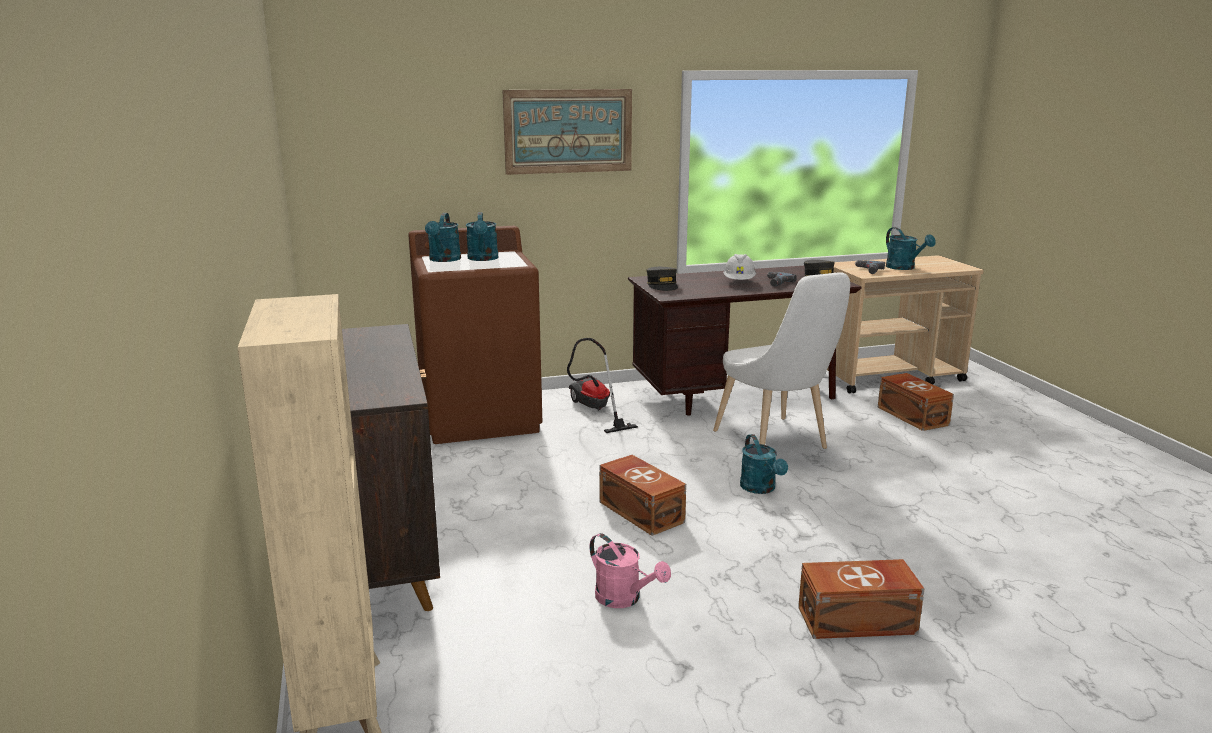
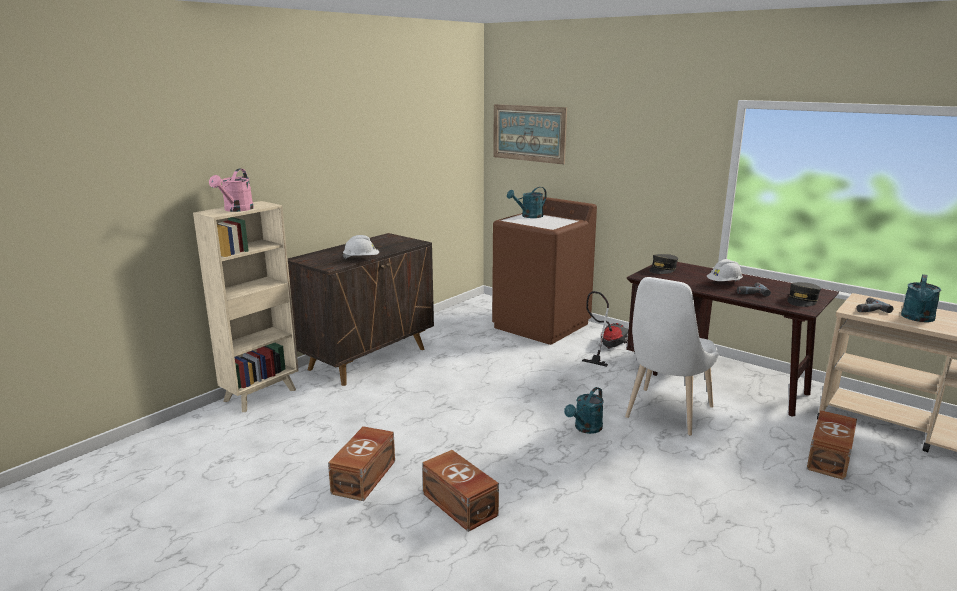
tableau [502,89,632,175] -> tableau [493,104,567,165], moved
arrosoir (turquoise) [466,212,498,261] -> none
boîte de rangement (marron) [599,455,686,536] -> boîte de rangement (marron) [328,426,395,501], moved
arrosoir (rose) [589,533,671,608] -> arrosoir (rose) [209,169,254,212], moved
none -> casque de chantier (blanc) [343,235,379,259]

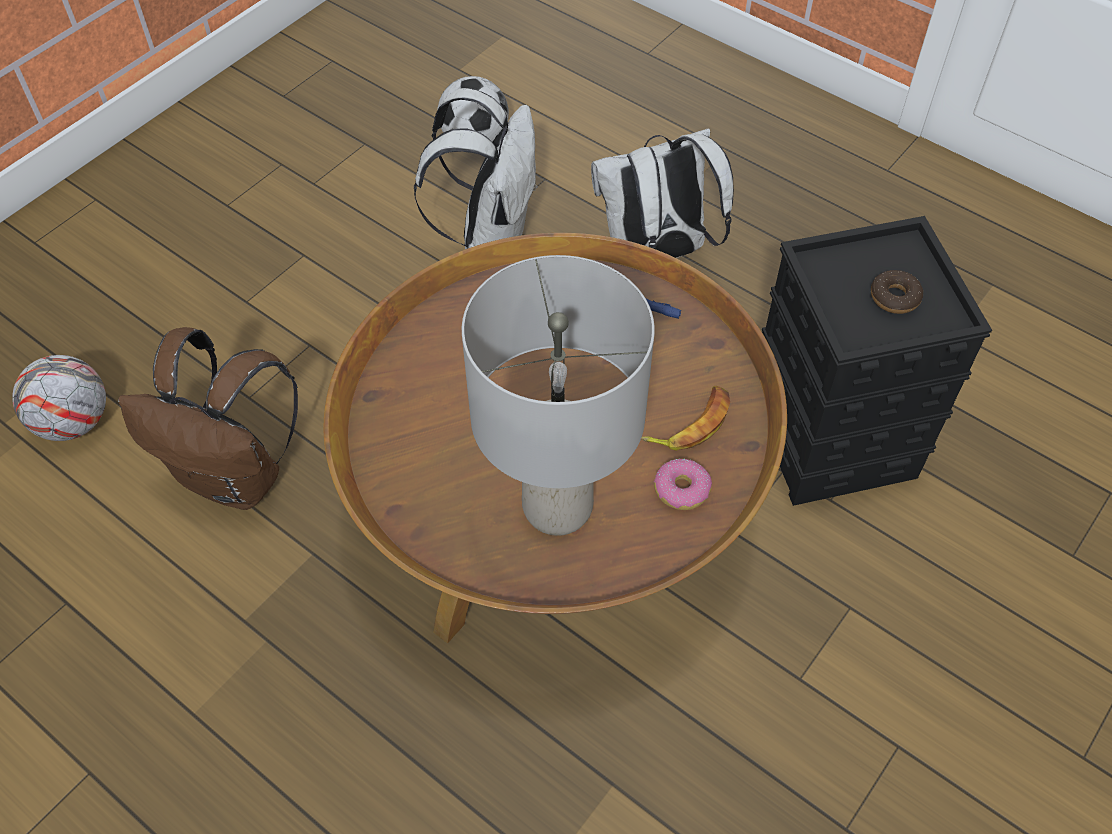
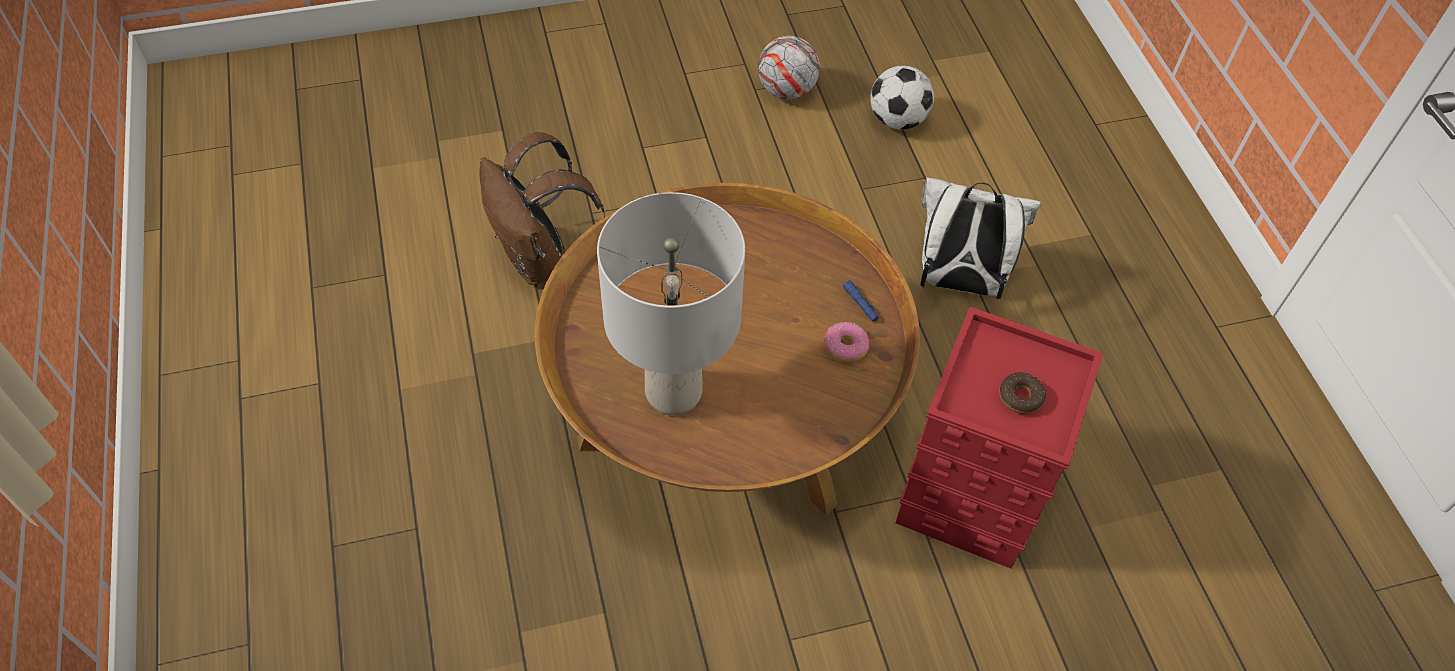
sac à dos (blanc) [414,88,537,249] -> none
boîte de rangement (noir) [762,216,992,506] -> boîte de rangement (rouge) [896,307,1103,569]
ballon de foot [12,355,106,441] -> ballon de foot [758,36,820,99], moved
banane [641,386,730,451] -> none
beignet [654,458,712,510] -> beignet [824,322,869,362], moved

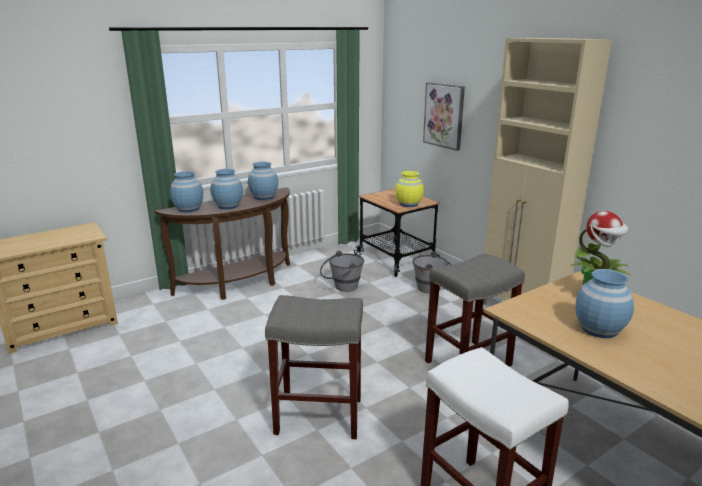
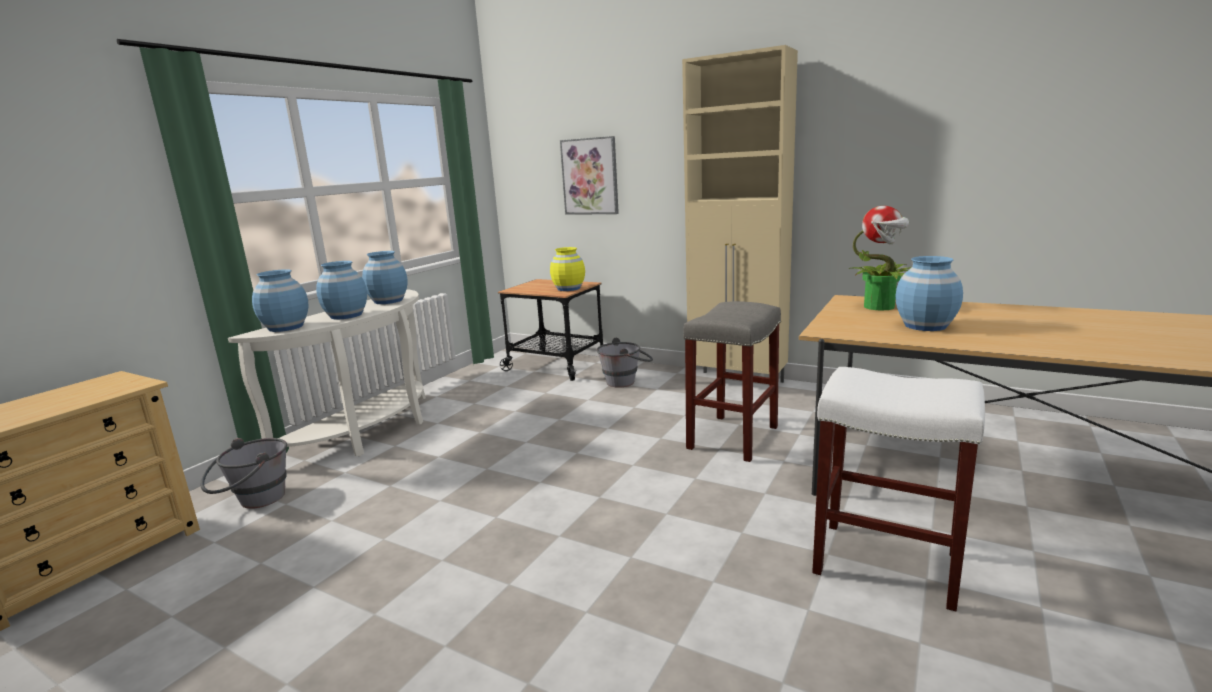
table console (marron) [155,187,290,300] -> table console (blanc) [228,289,426,457]
seau (gris) [320,251,364,292] -> seau (gris) [200,438,287,509], moved
tabouret (gris) [265,295,363,439] -> none

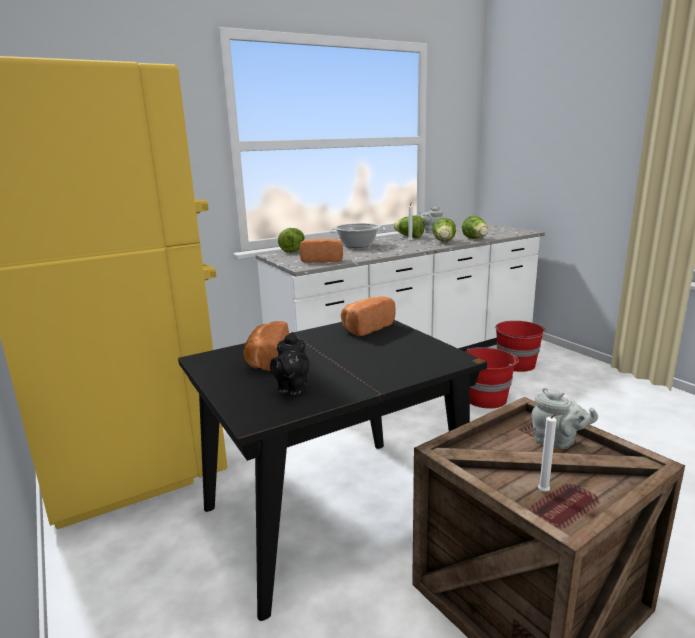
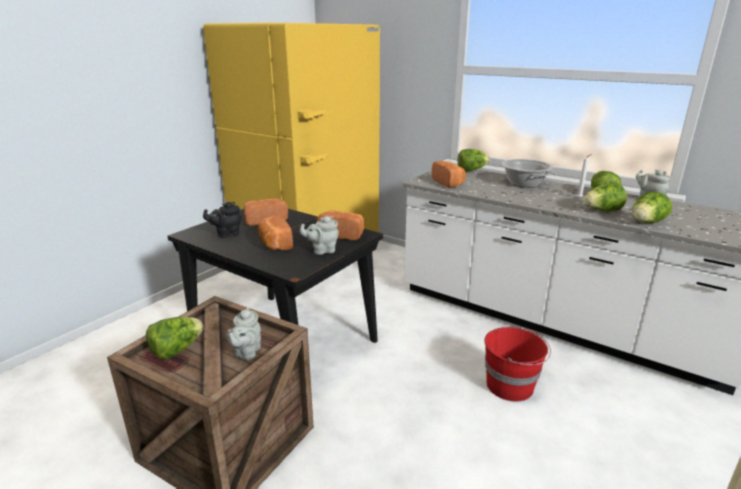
seau (rouge) [496,321,546,372] -> none
bougie (blanc) [538,414,561,492] -> laitue [146,317,203,360]
none -> pain [258,215,293,250]
none -> théière (gris) [300,216,339,255]

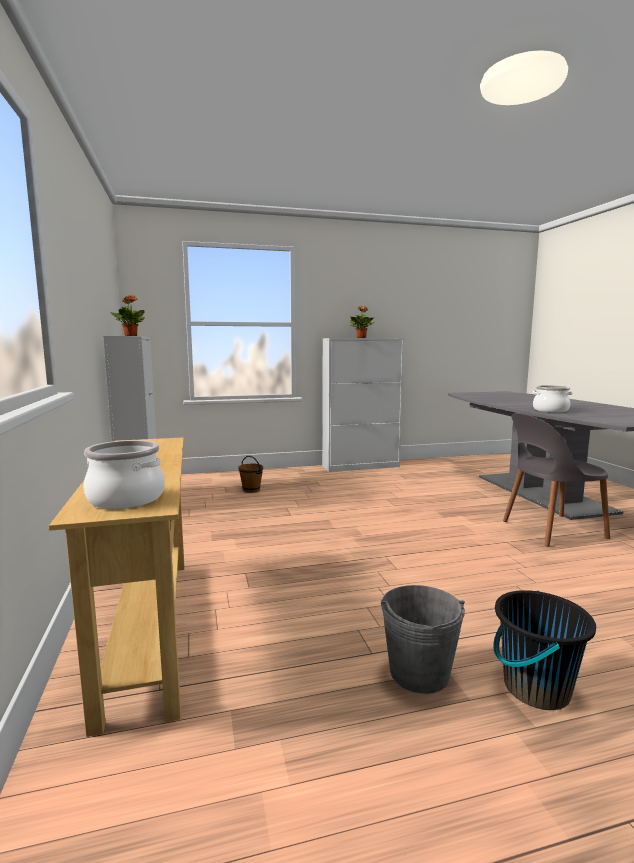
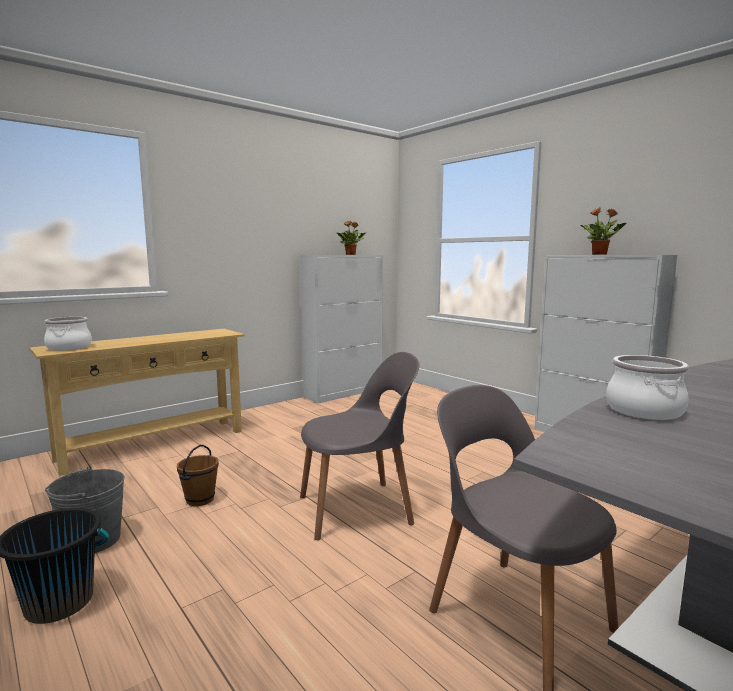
seau (marron) [239,456,263,493] -> seau (marron) [177,445,219,506], moved
none -> chaise (gris) [300,352,419,540]

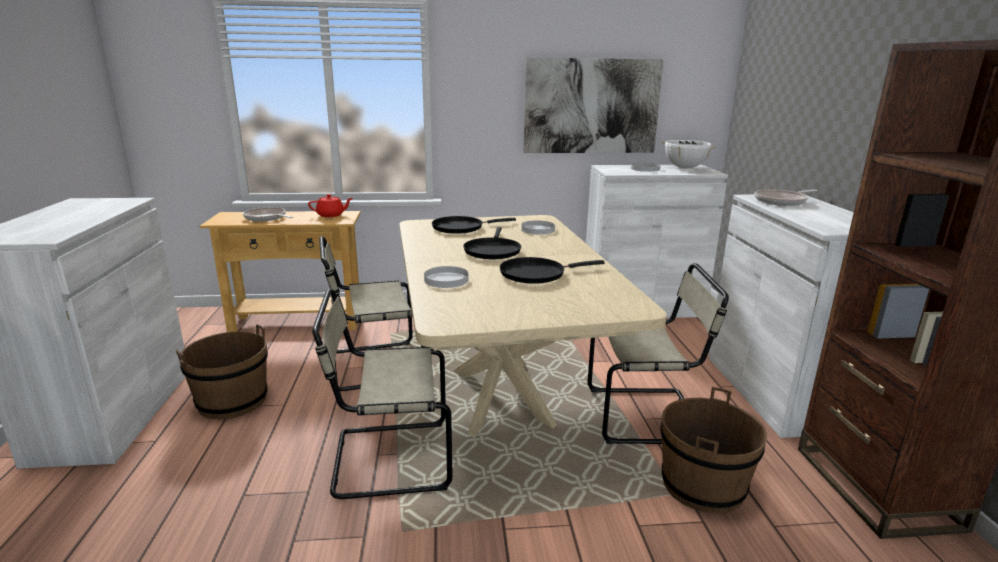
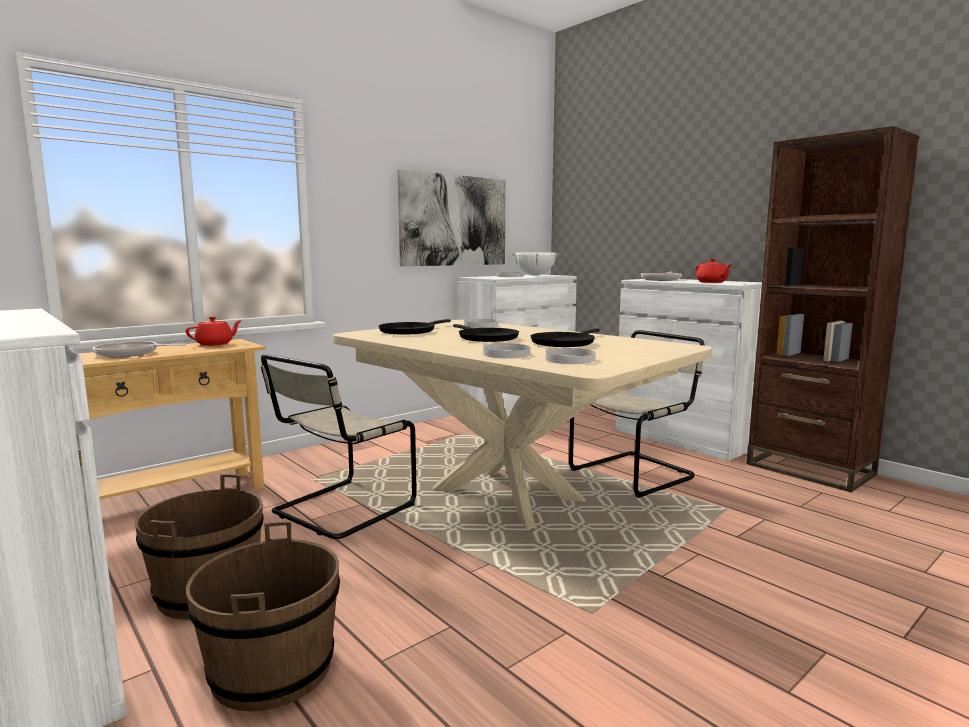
chaise (beige) [312,289,453,499] -> none
seau (marron) [661,387,767,513] -> seau (marron) [186,522,340,712], moved
none -> théière (rouge) [696,259,733,283]
none -> assiette (blanc) [546,348,596,364]

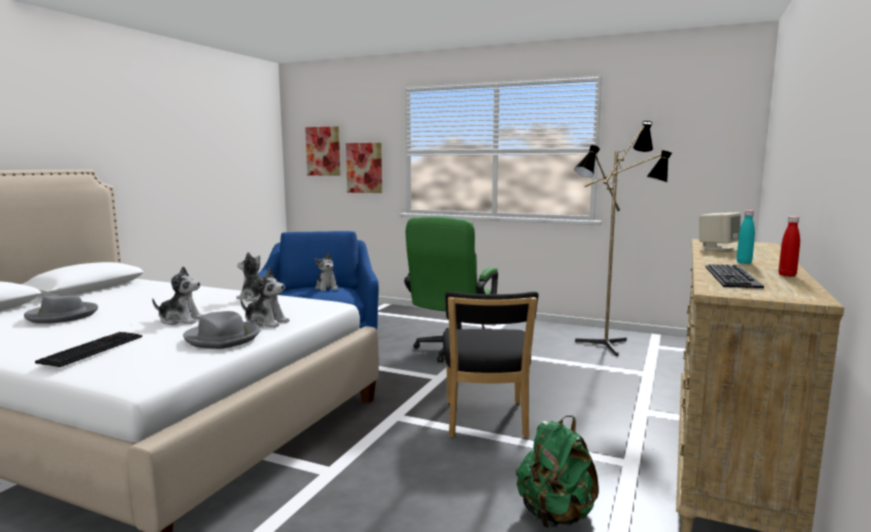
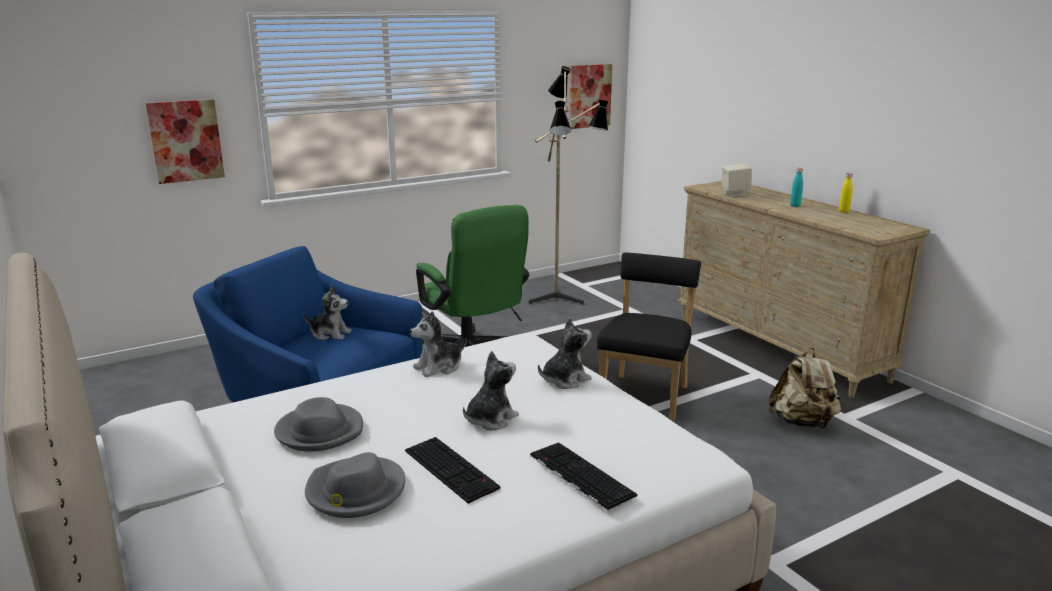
tableau [305,126,341,176] -> tableau [569,64,612,129], moved
bouteille (rouge) [779,216,800,277] -> bouteille (jaune) [839,173,853,213]
clavier [706,264,764,289] -> clavier [405,437,500,504], moved
chaise (noir) [443,292,538,438] -> chaise (noir) [597,253,701,422], 105 degrees counterclockwise
chapeau (gris) [183,311,260,349] -> chapeau (gris) [274,397,363,451], moved
sac à dos (vert) [516,416,599,528] -> sac à dos (beige) [769,347,841,429]

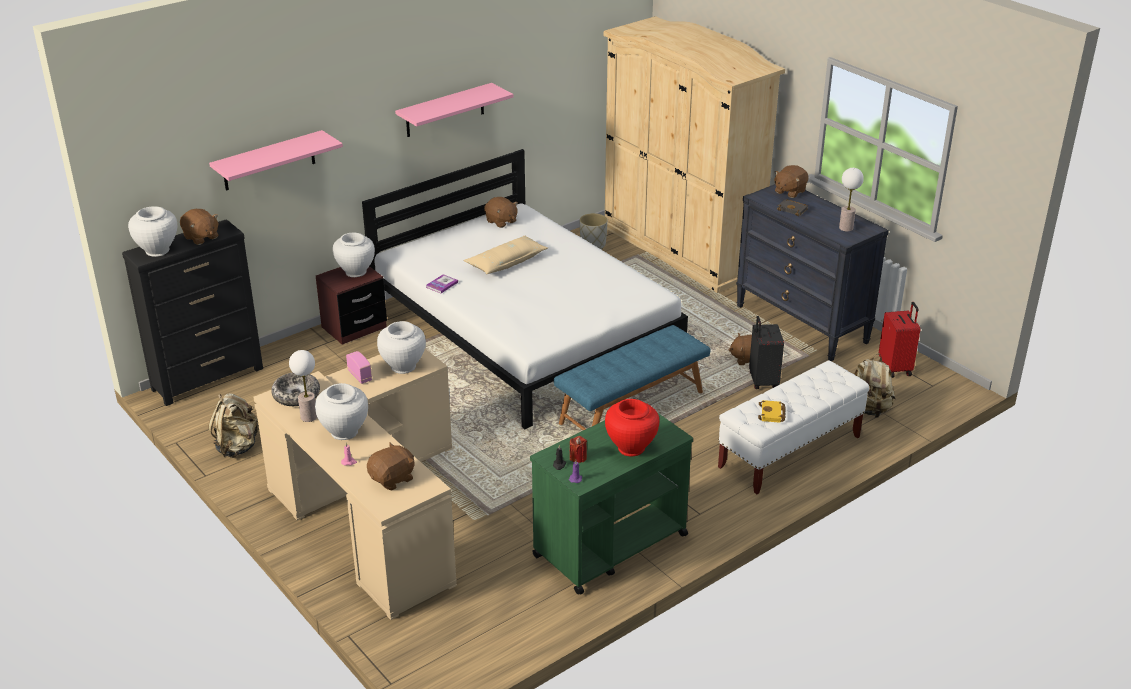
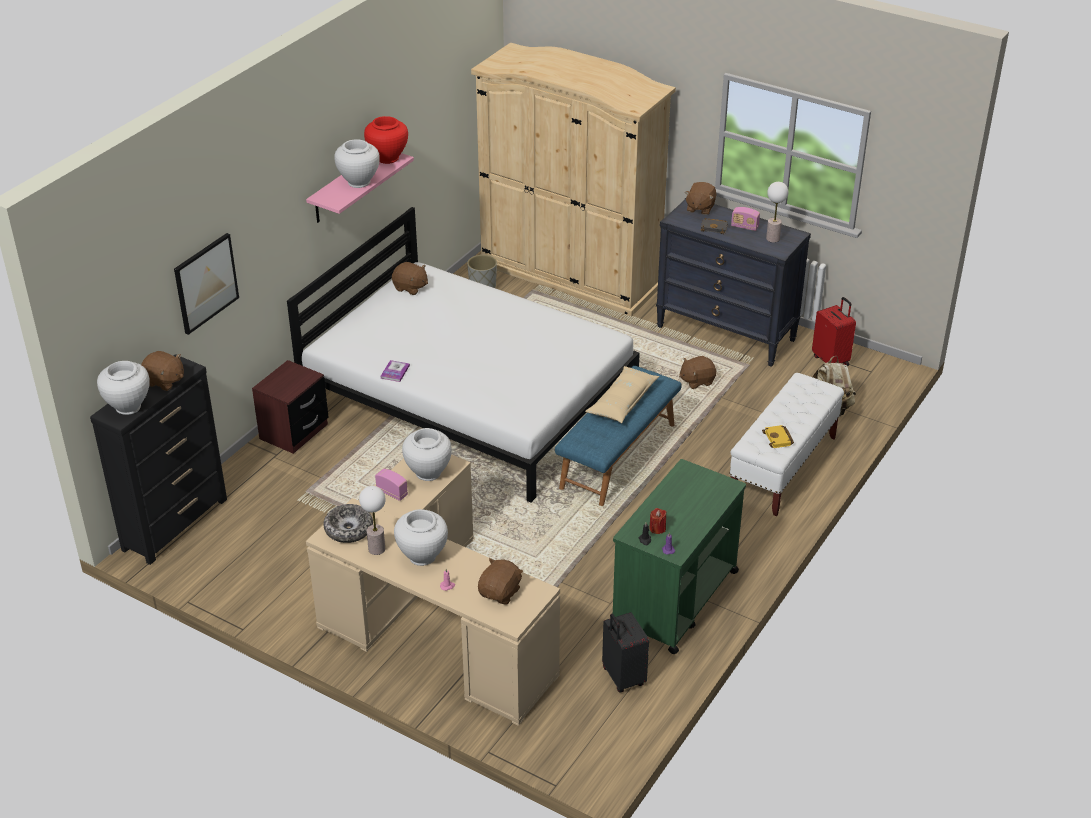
étagère (rose) [209,130,343,191] -> tableau [174,233,239,335]
vase (blanc) [333,233,375,277] -> vase (blanc) [334,139,380,188], moved
coussin (beige) [464,236,548,274] -> coussin (beige) [585,366,659,423], moved
valise (noir) [749,316,784,389] -> valise (noir) [602,612,649,692], moved
sac à dos (beige) [208,393,260,458] -> none
vase (rouge) [605,399,659,456] -> vase (rouge) [364,116,408,164], moved
none -> radio [731,207,760,231]

